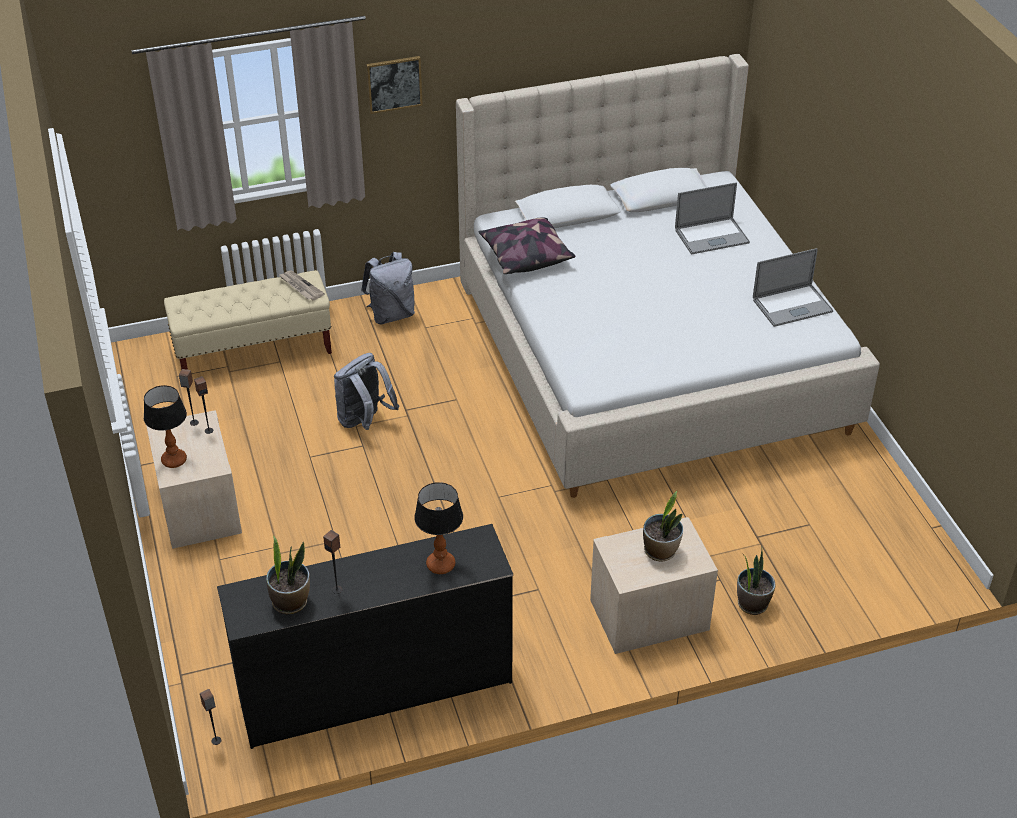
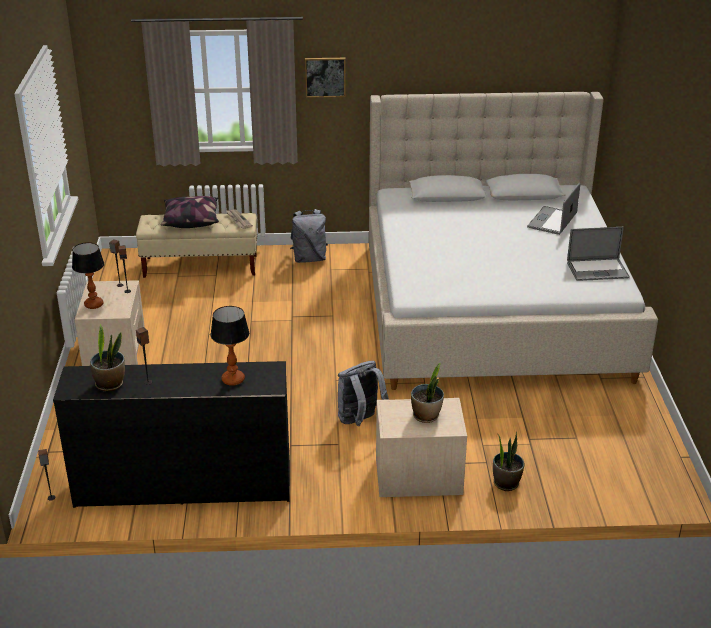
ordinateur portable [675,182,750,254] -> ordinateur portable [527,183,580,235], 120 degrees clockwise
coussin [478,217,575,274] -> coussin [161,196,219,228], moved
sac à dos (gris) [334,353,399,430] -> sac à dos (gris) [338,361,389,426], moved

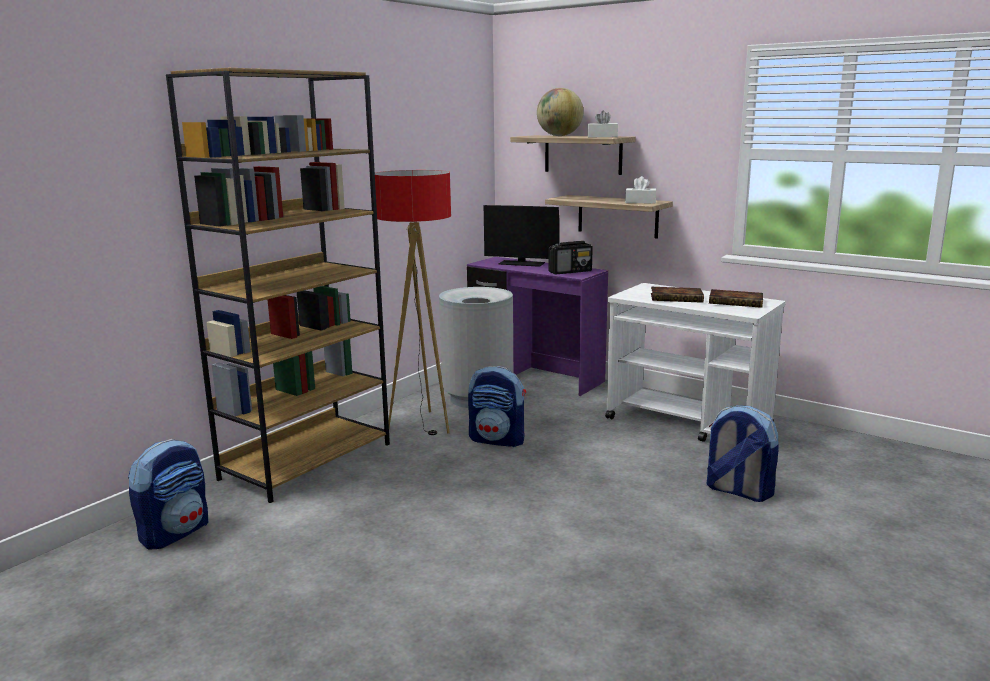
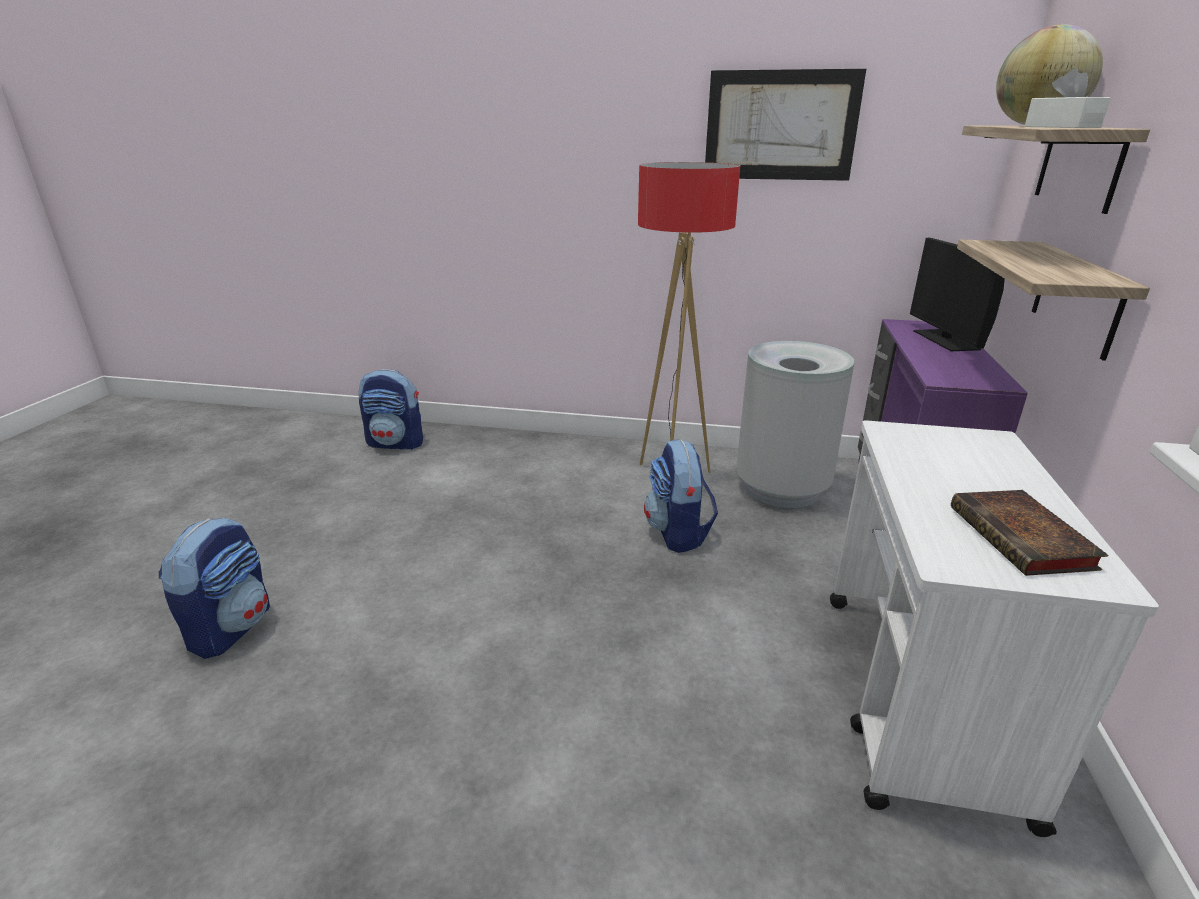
bibliothèque (marron) [166,68,390,503] -> none
boîte à mouchoirs (blanc) [625,176,656,203] -> none
radio [548,241,593,274] -> none
livre [651,287,704,303] -> none
sac à dos [706,405,779,502] -> sac à dos [159,517,270,659], moved
none -> tableau [705,69,866,181]

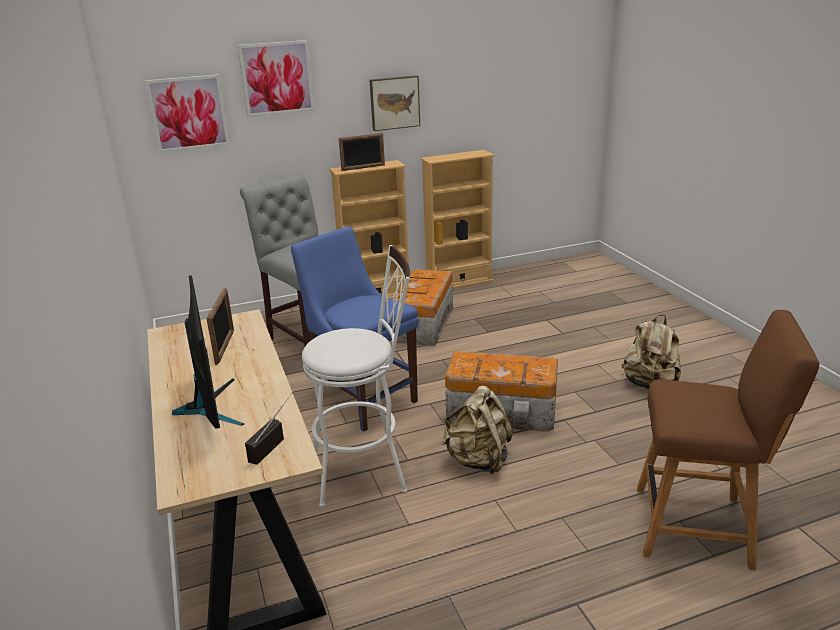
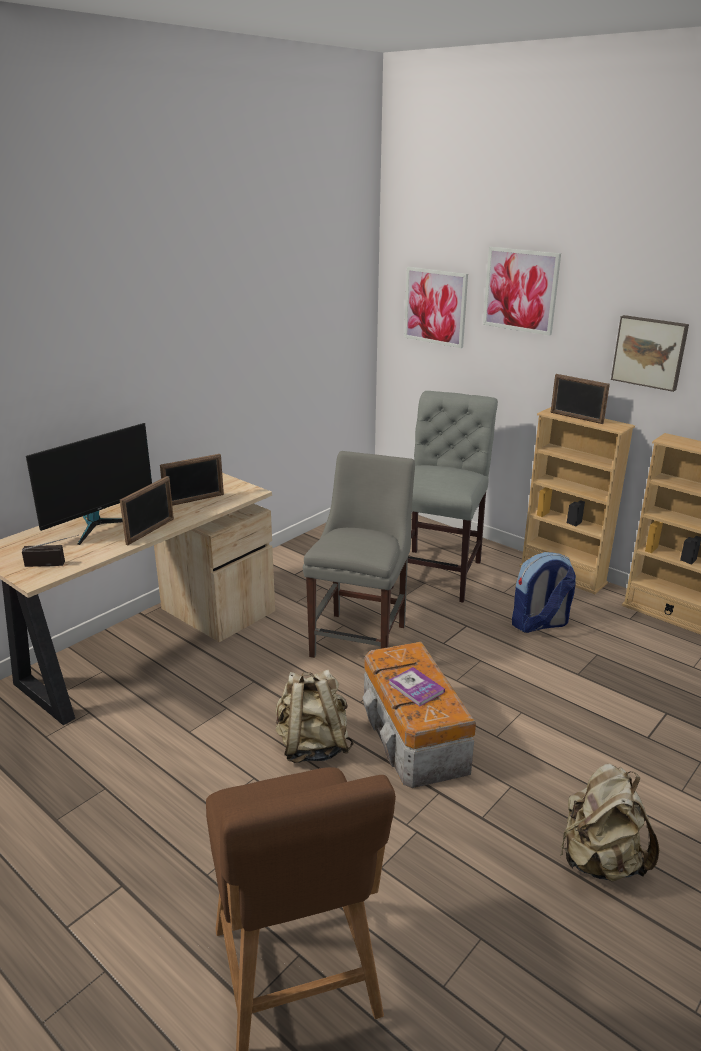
chaise (bleu) [291,227,419,432] -> chaise (gris) [303,451,415,658]
tabouret (blanc) [302,245,410,507] -> none
boîte de rangement [394,269,453,346] -> sac à dos [512,552,576,633]
none -> cadre photo [120,476,174,545]
none -> livre [389,667,445,707]

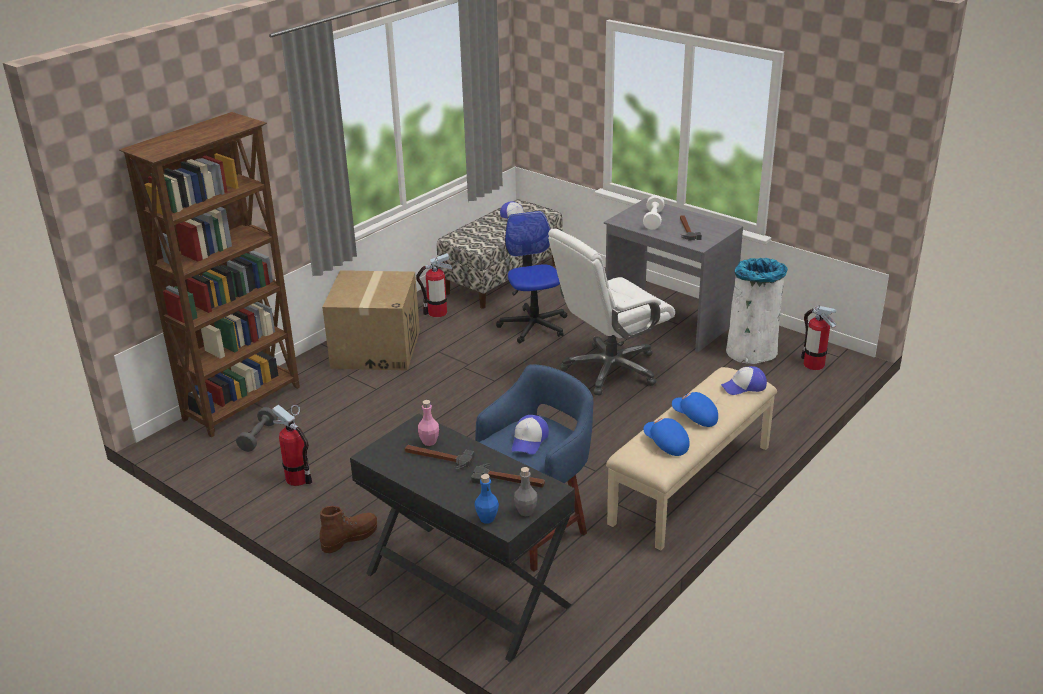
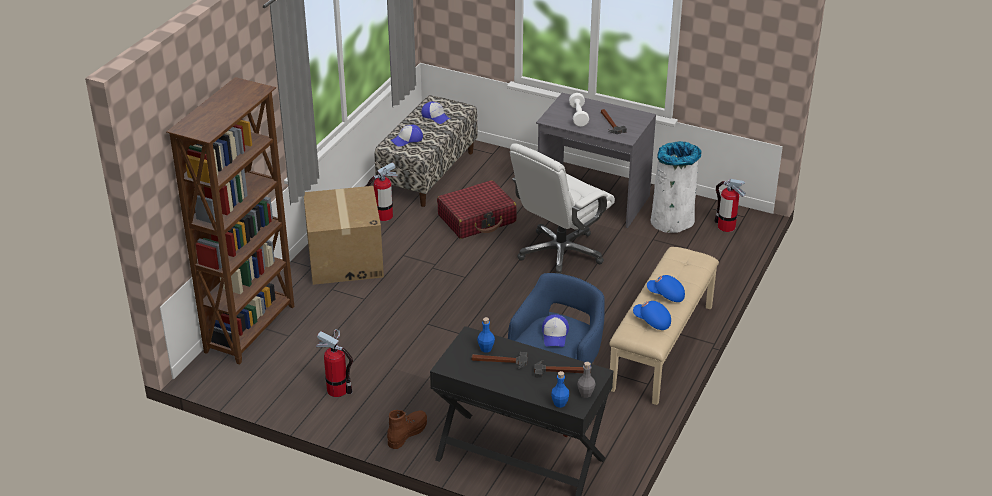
chaise de bureau [496,211,567,343] -> valise (rouge) [437,180,517,239]
casquette [721,366,767,395] -> casquette [391,125,423,147], moved
bouteille (rose) [418,400,439,446] -> bouteille (bleu) [477,317,495,353]
haltère (gris) [236,407,277,452] -> none

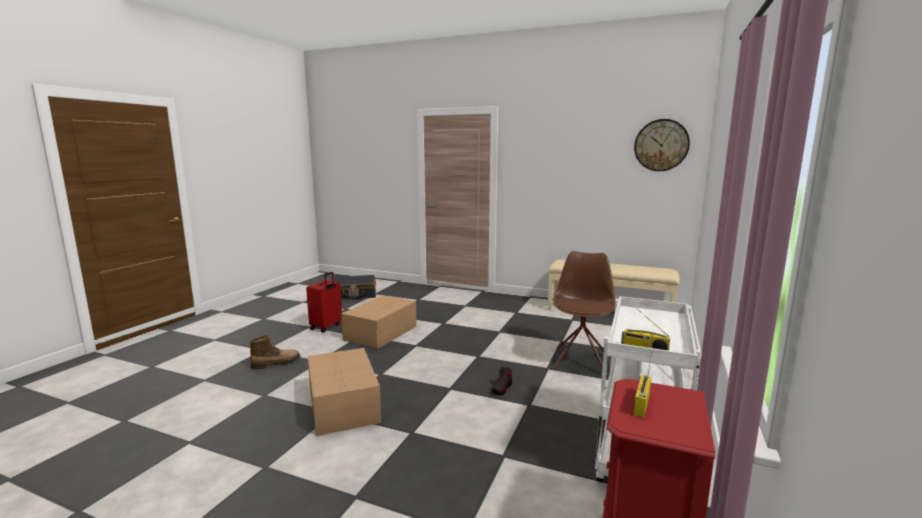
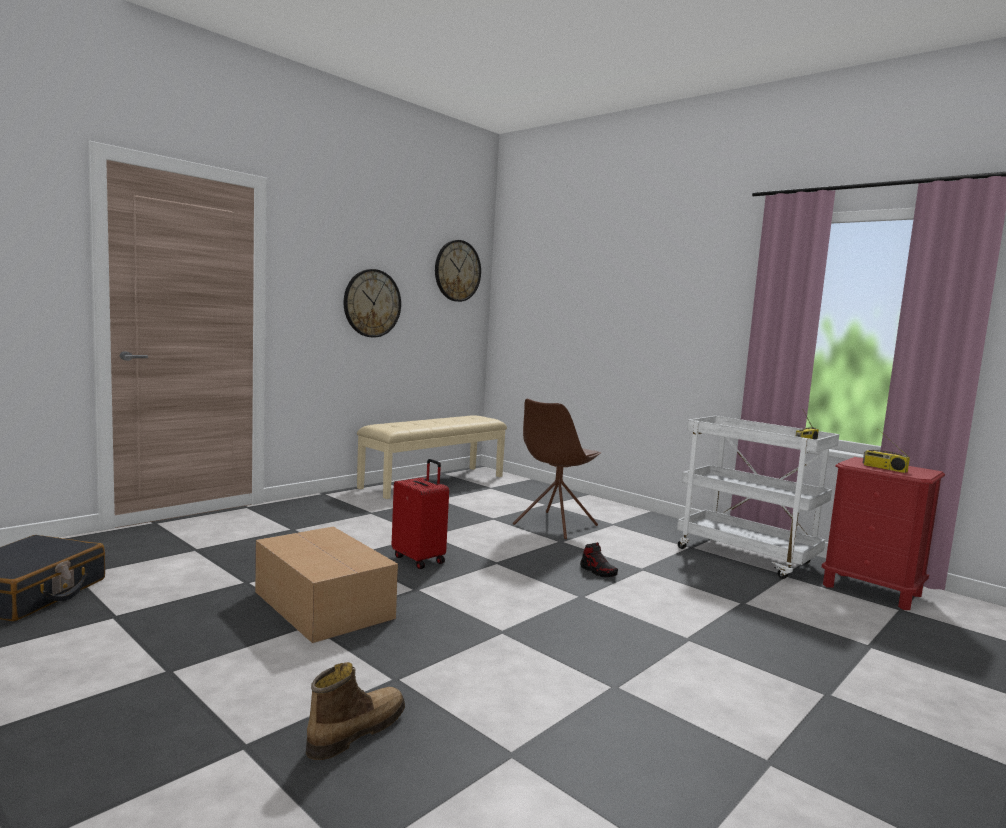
chaise (marron) [552,251,615,377] -> chaise (marron) [513,399,602,539], 90 degrees counterclockwise
valise (rouge) [306,272,342,333] -> valise (rouge) [392,459,449,569], moved
botte [250,335,301,369] -> botte [306,662,405,760], 45 degrees clockwise
carton [308,348,381,436] -> none
none -> horloge murale [344,269,401,338]

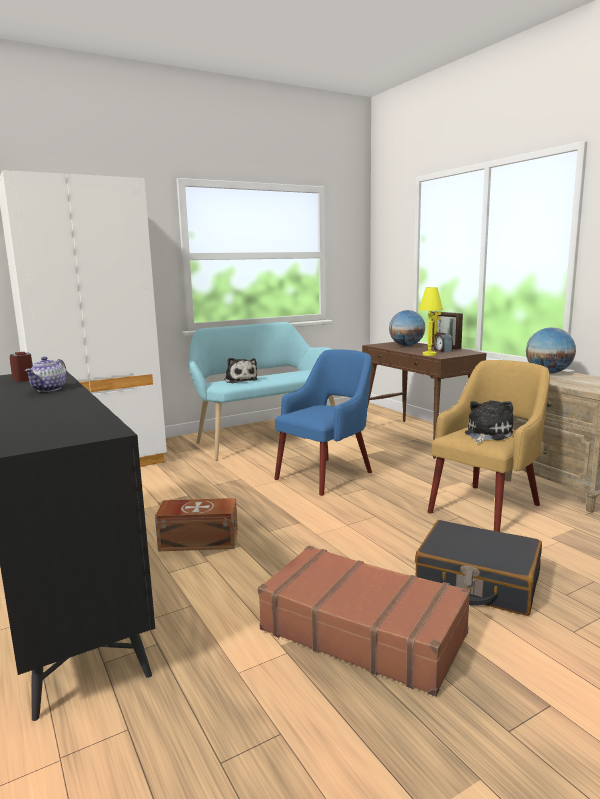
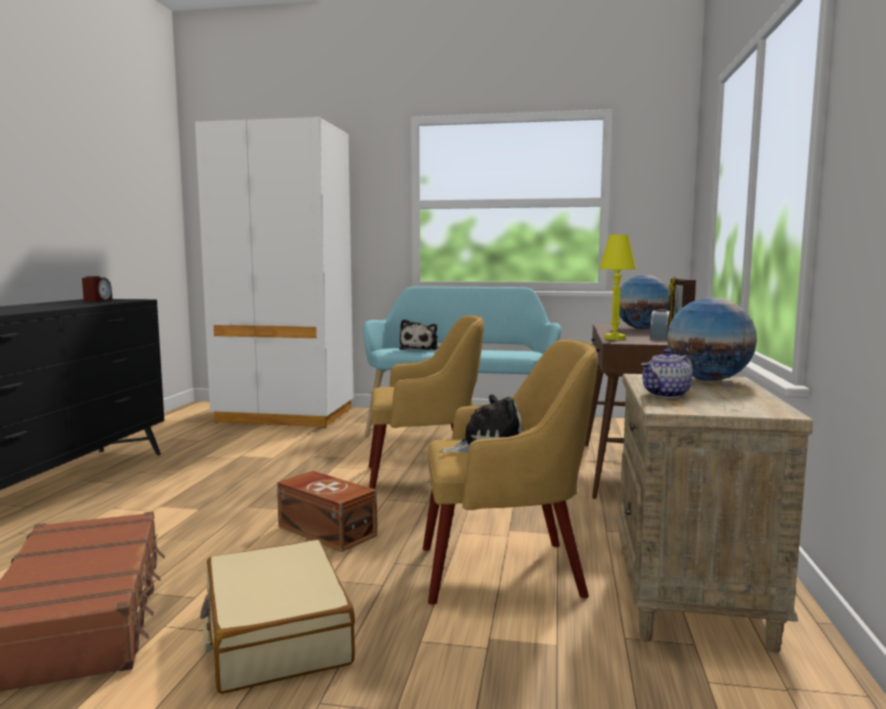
fauteuil (bleu) [274,349,372,496] -> fauteuil (jaune) [369,315,484,489]
théière [25,357,66,392] -> théière [641,349,693,398], moved
boîte de rangement (marron) [155,498,238,551] -> boîte de rangement (marron) [277,471,377,552], moved
valise (noir) [415,520,542,616] -> valise (beige) [200,539,355,694]

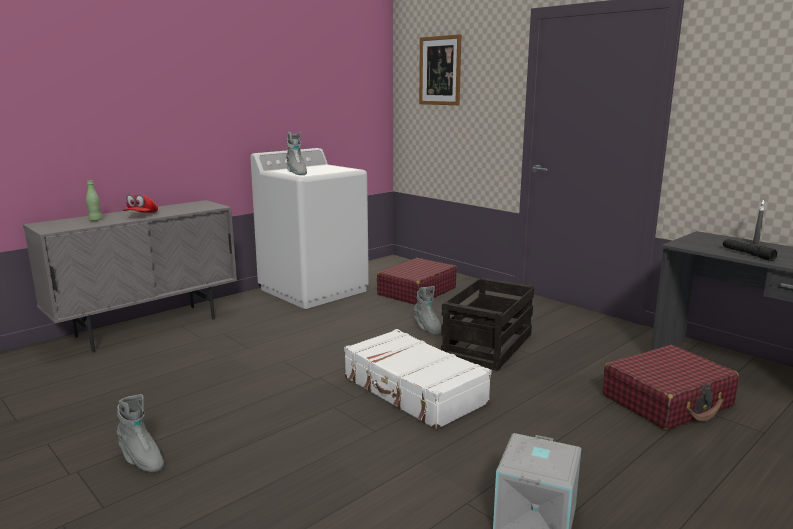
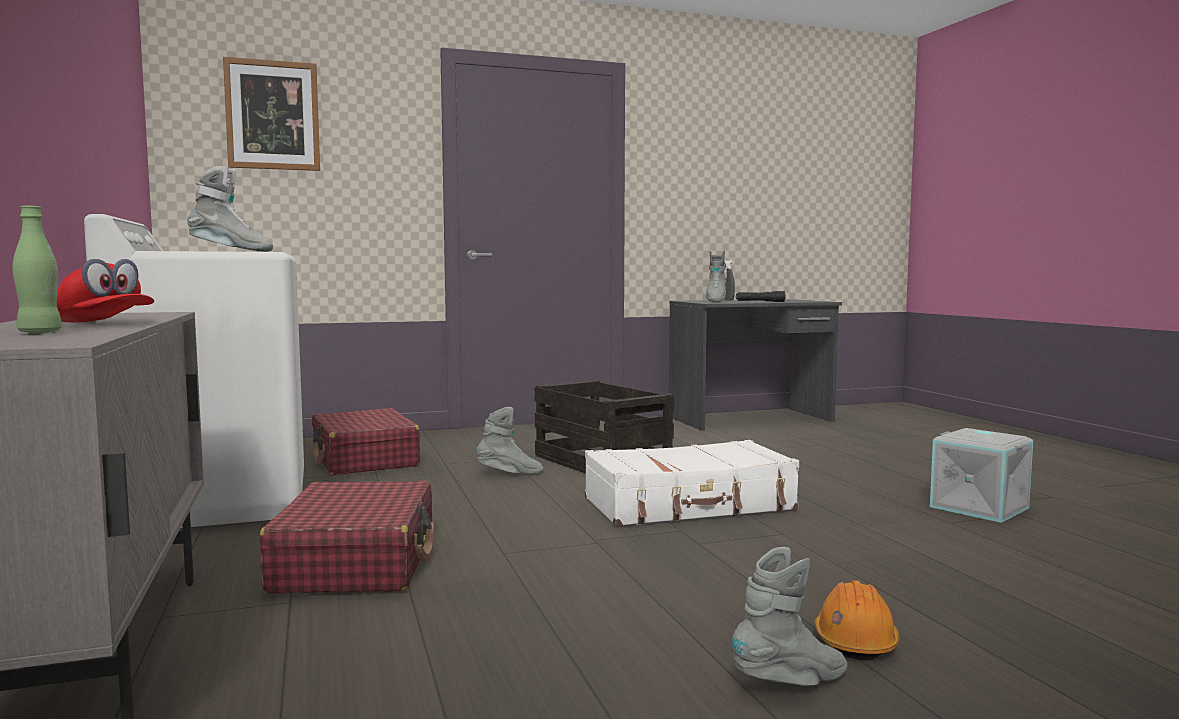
valise (rouge) [603,345,739,430] -> valise (rouge) [259,481,434,593], moved
none -> botte (gris) [705,251,726,302]
none -> casque de chantier (orange) [814,580,900,660]

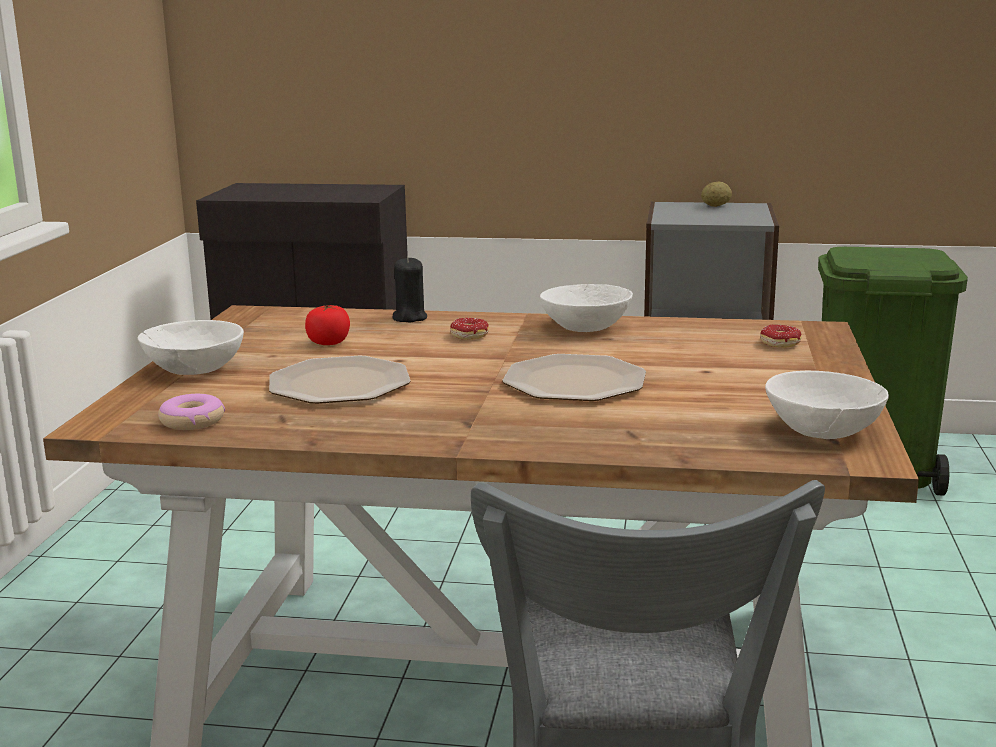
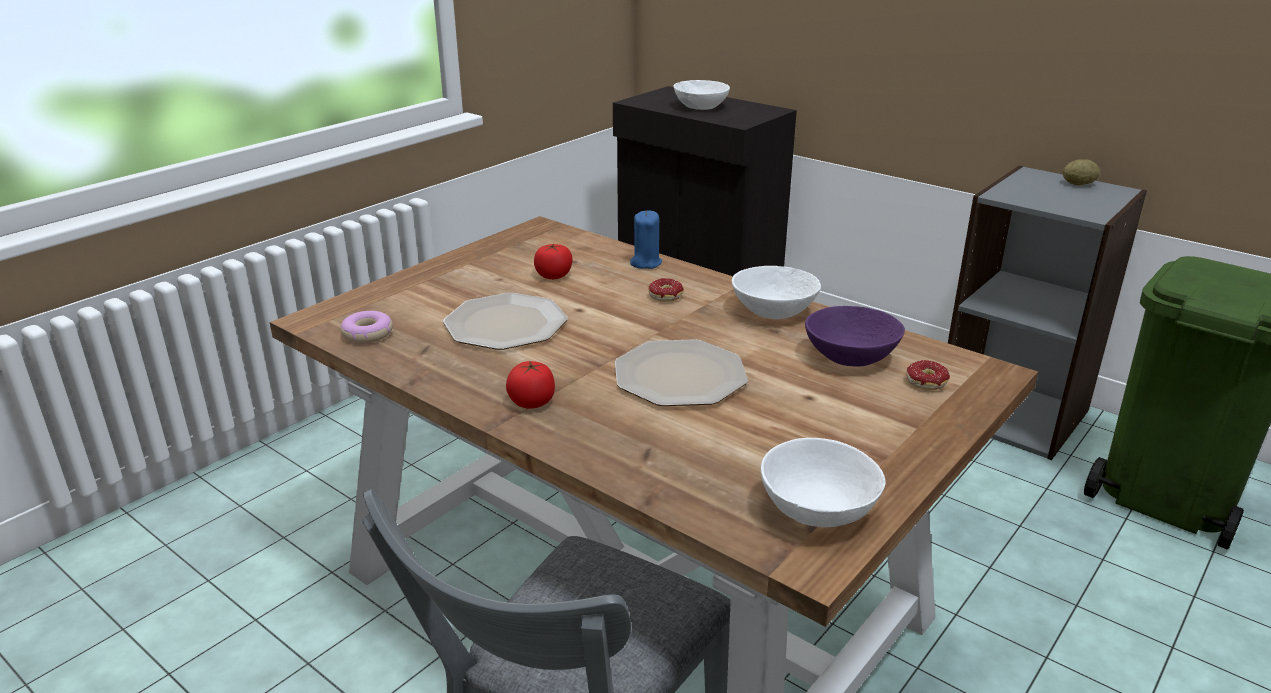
bougie (noir) [392,257,427,323] -> bougie (bleu) [630,211,662,269]
bol (blanc) [138,320,244,375] -> bol (blanc) [673,80,730,110], moved
none -> bol (violet) [805,306,905,366]
none -> tomate [506,361,555,409]

